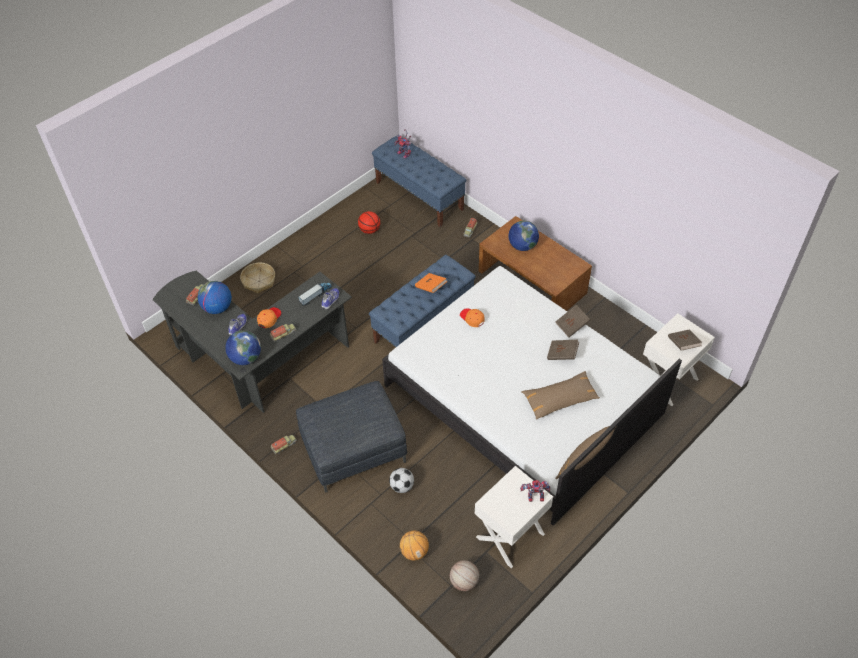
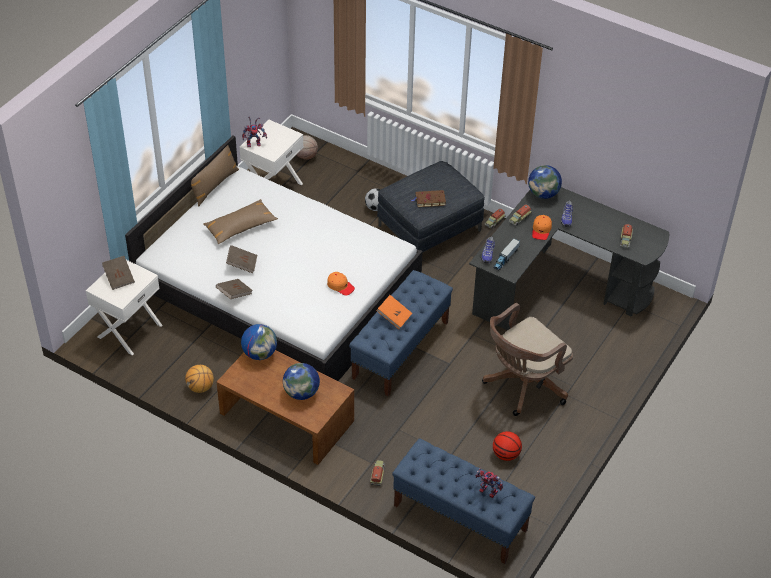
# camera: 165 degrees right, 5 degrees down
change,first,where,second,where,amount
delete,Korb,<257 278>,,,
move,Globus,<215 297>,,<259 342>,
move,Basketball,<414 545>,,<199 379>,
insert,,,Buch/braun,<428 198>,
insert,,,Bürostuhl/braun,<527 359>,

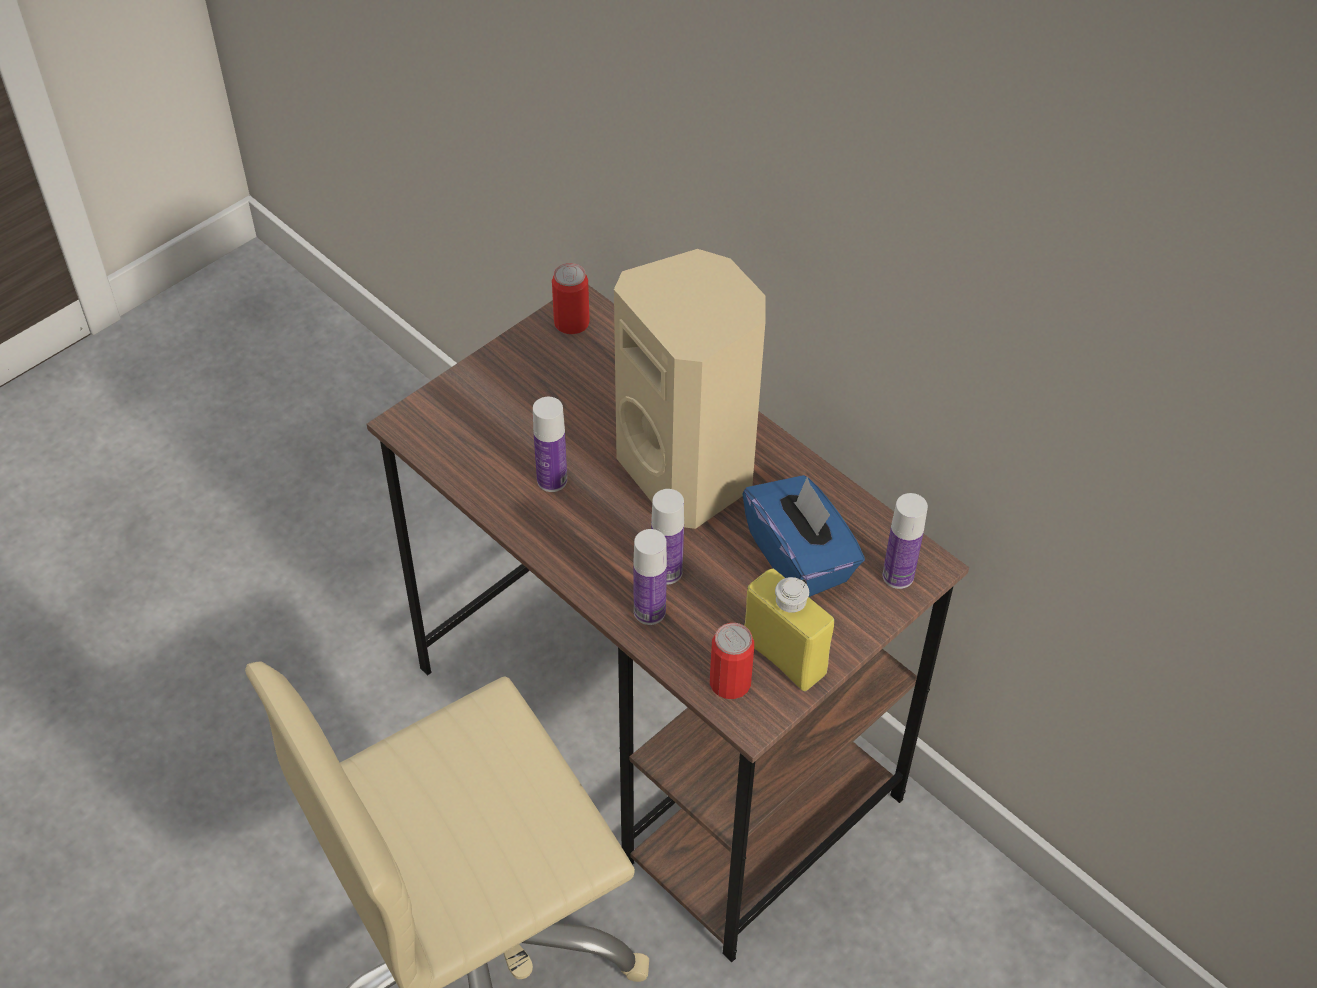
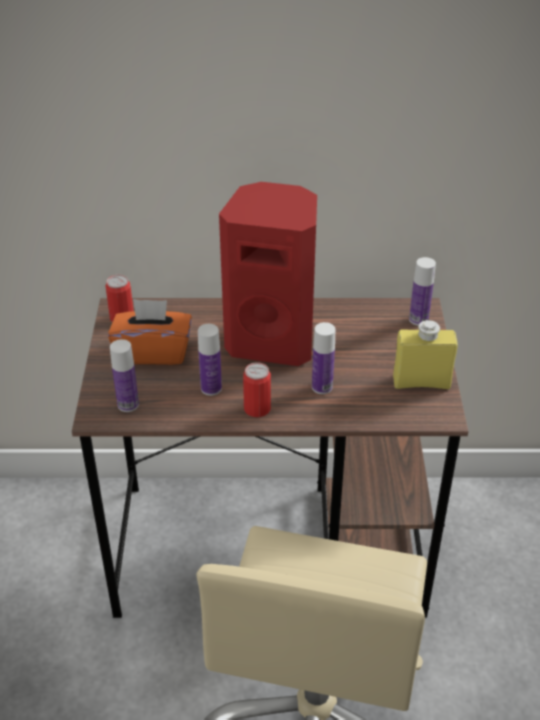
# camera: 45 degrees left, 10 degrees down
change,first,where,second,where,amount
recolor,Lautsprecher/beige,<690 389>,Lautsprecher/rot,<268 274>,
delete,Taschentuchbox/blau,<803 536>,,,
move,Flasche,<650 577>,,<124 375>,
move,Dose,<732 661>,,<257 389>,
insert,,,Taschentuchbox/orange,<150 332>,

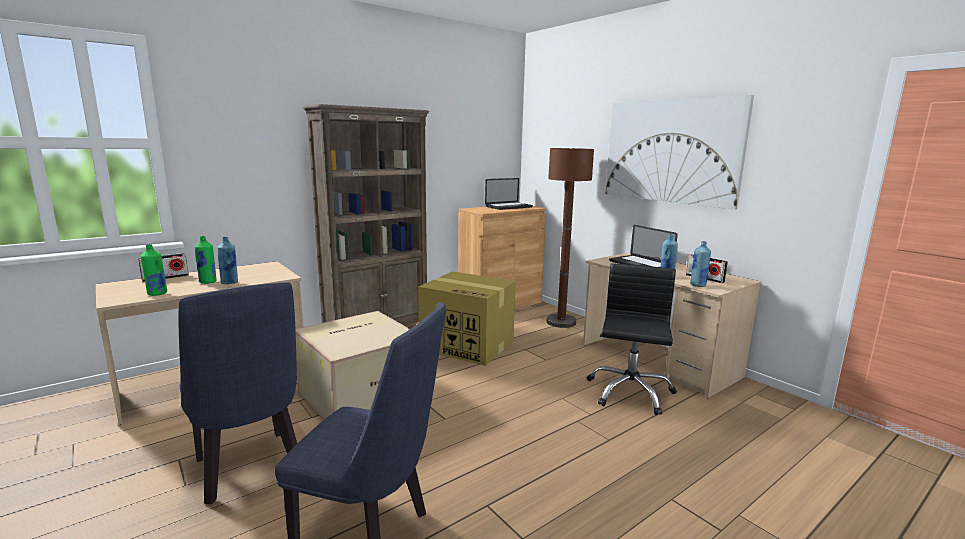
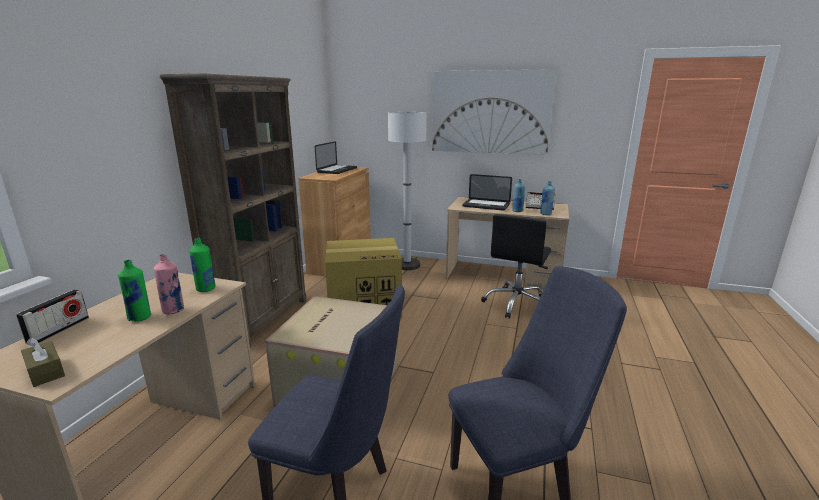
# camera: 35 degrees left, 5 degrees up
change,first,where,second,where,amount
recolor,Stehlampe/braun,<570 238>,Stehlampe/weiß,<407 191>,
recolor,Flasche/blau,<227 260>,Flasche/rosa,<169 284>,
move,Flasche/grün,<154 270>,,<202 265>,
rotate,Bürostuhl/schwarz,<632 339>,,<516 266>,135 degrees counterclockwise
insert,,,Taschentuchbox/braun,<43 362>,

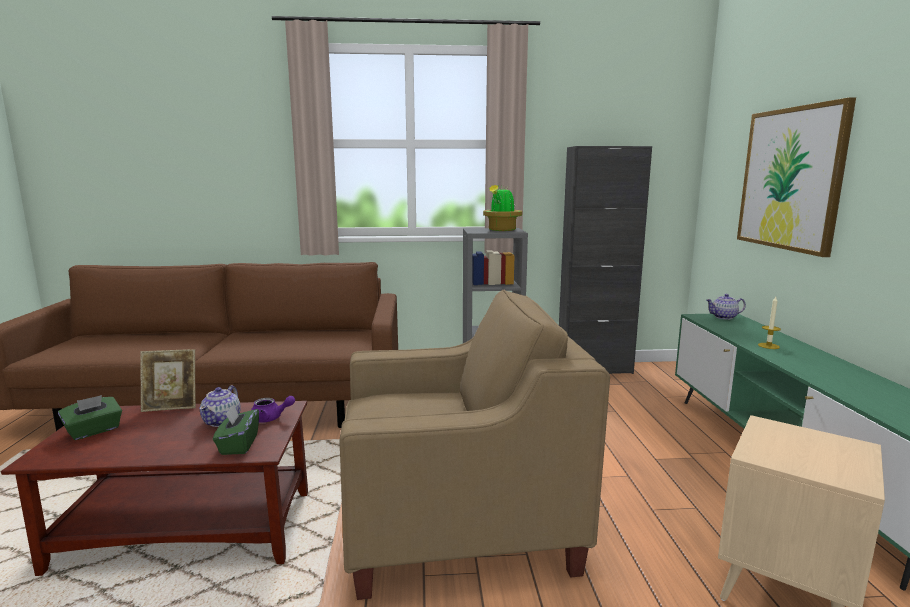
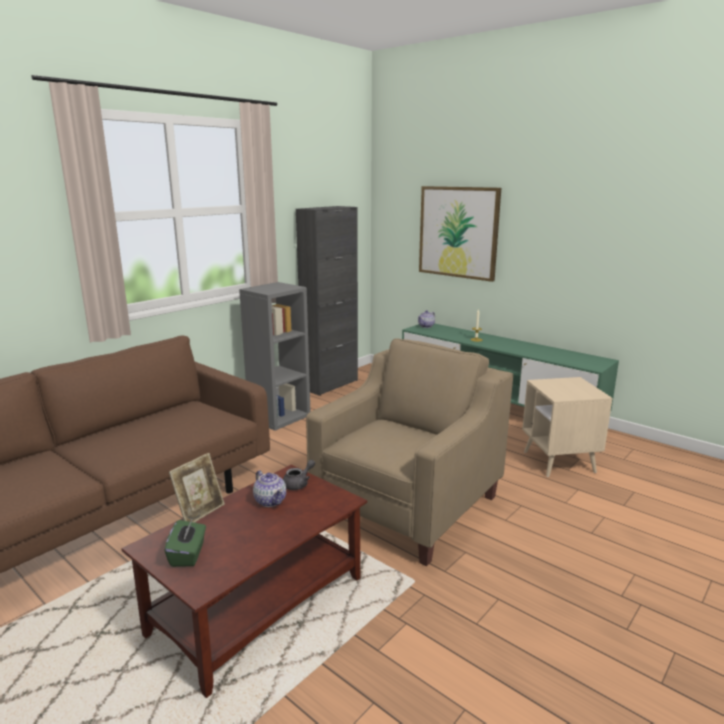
# camera: 45 degrees left, 5 degrees up
change,first,where,second,where,amount
delete,Topfpflanze,<502 208>,,,
recolor,Teekanne/lila,<273 409>,Teekanne/grau,<299 474>,
delete,Taschentuchbox/grün,<236 429>,,,

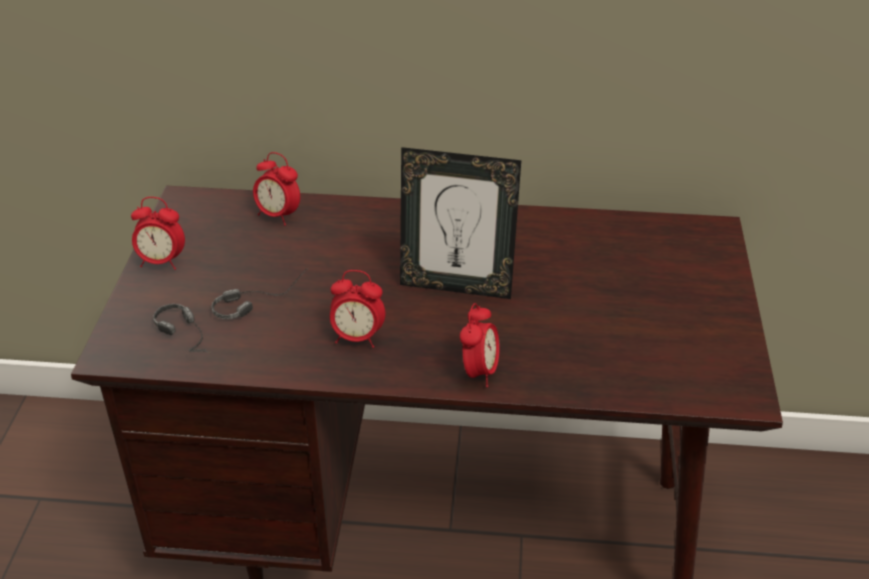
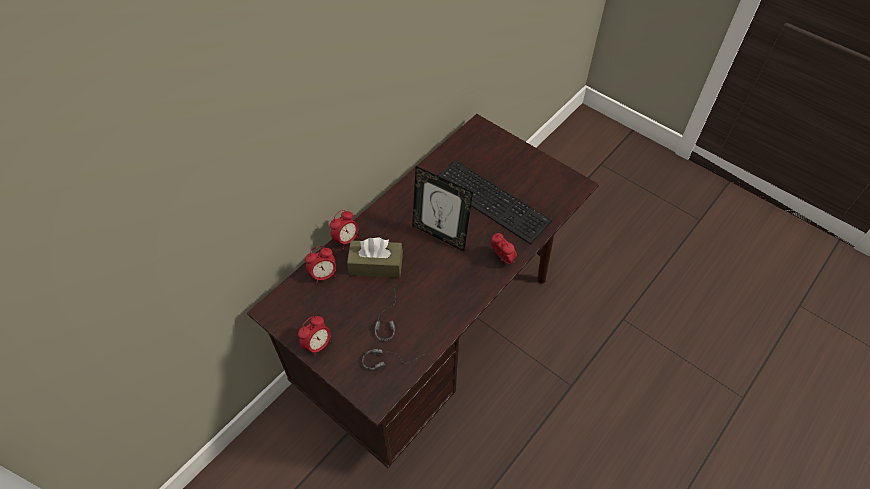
# camera: 55 degrees left, 15 degrees up
change,first,where,second,where,amount
rotate,Bilderrahmen,<460 223>,,<442 208>,75 degrees clockwise
move,Wecker,<357 309>,,<344 229>,
insert,,,Tastatur,<495 202>,
insert,,,Taschentuchbox/braun,<375 258>,

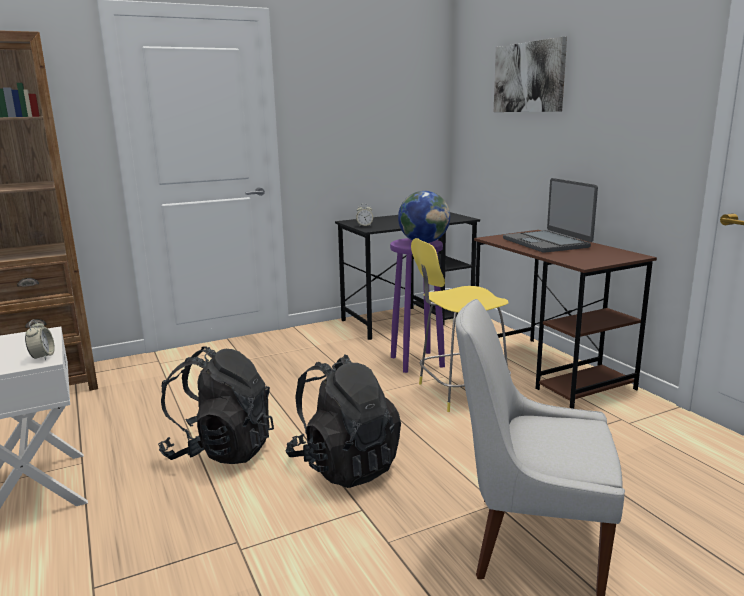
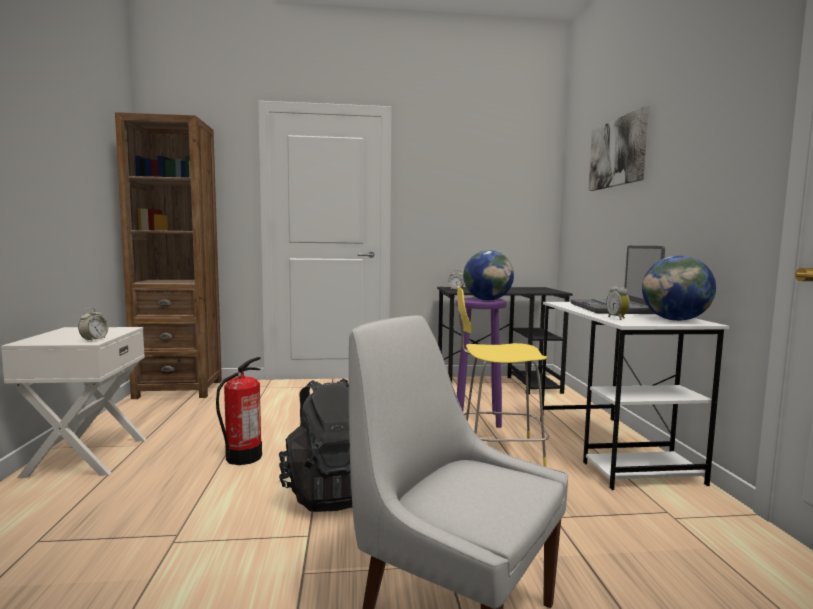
# camera: 20 degrees right, 10 degrees down
change,first,where,second,where,amount
recolor,Schreibtisch/braun,<565 319>,Schreibtisch/weiß,<634 396>,
replace,Rucksack/schwarz,<216 405>,Feuerlöscher,<239 411>,
insert,,,Globus,<679 288>,
insert,,,Wecker,<618 303>,

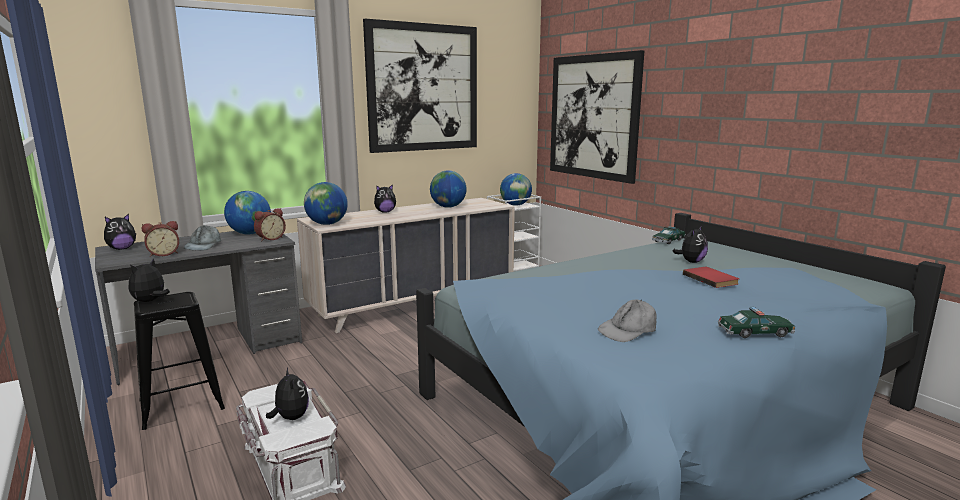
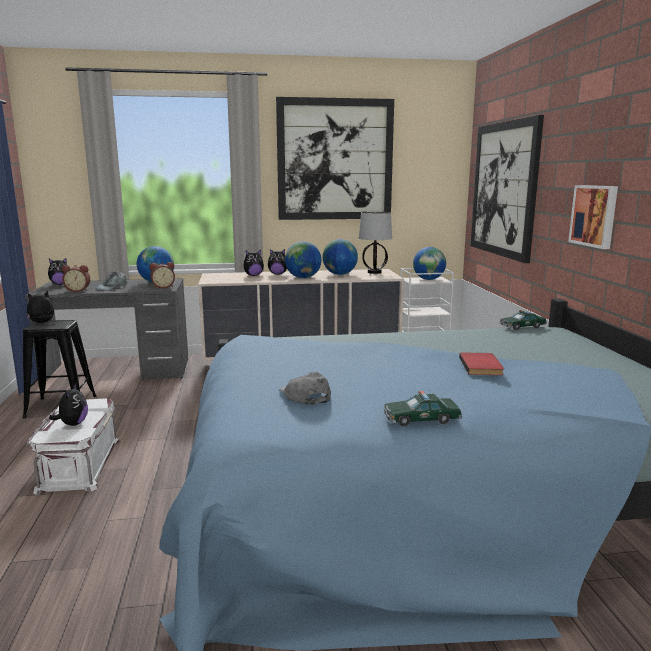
# camera: 25 degrees right, 0 degrees up
change,first,where,second,where,amount
move,Globus,<326 203>,,<303 259>,
move,Plüschtier,<690 244>,,<254 263>,
rotate,Kappe/grau,<627 321>,,<305 388>,75 degrees clockwise
rotate,Spielzeugauto,<756 322>,,<423 409>,150 degrees clockwise
insert,,,Bild,<593 217>,
insert,,,Tischlampe,<375 243>,

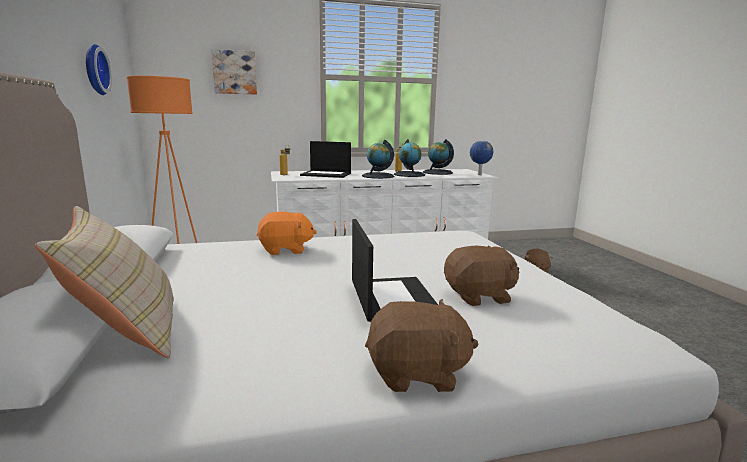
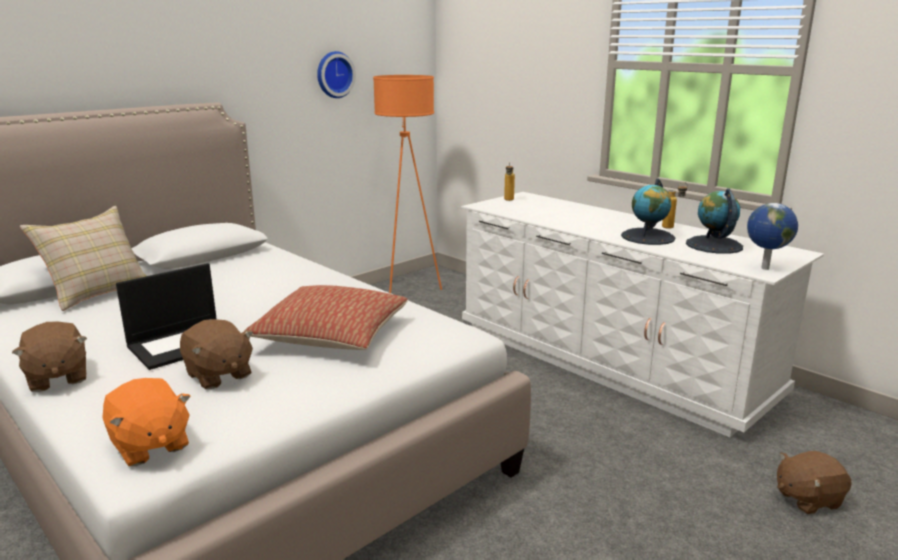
# camera: 60 degrees right, 5 degrees up
change,first,where,second,where,amount
delete,Bild,<234 71>,,,
delete,Globus,<378 159>,,,
delete,Laptop,<325 159>,,,
move,Plüschtier/orange,<287 233>,,<146 422>,
insert,,,Kissen,<326 317>,

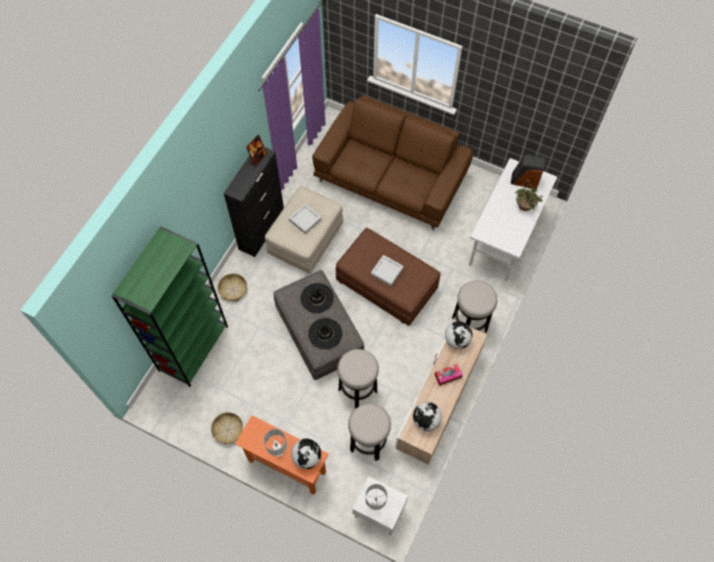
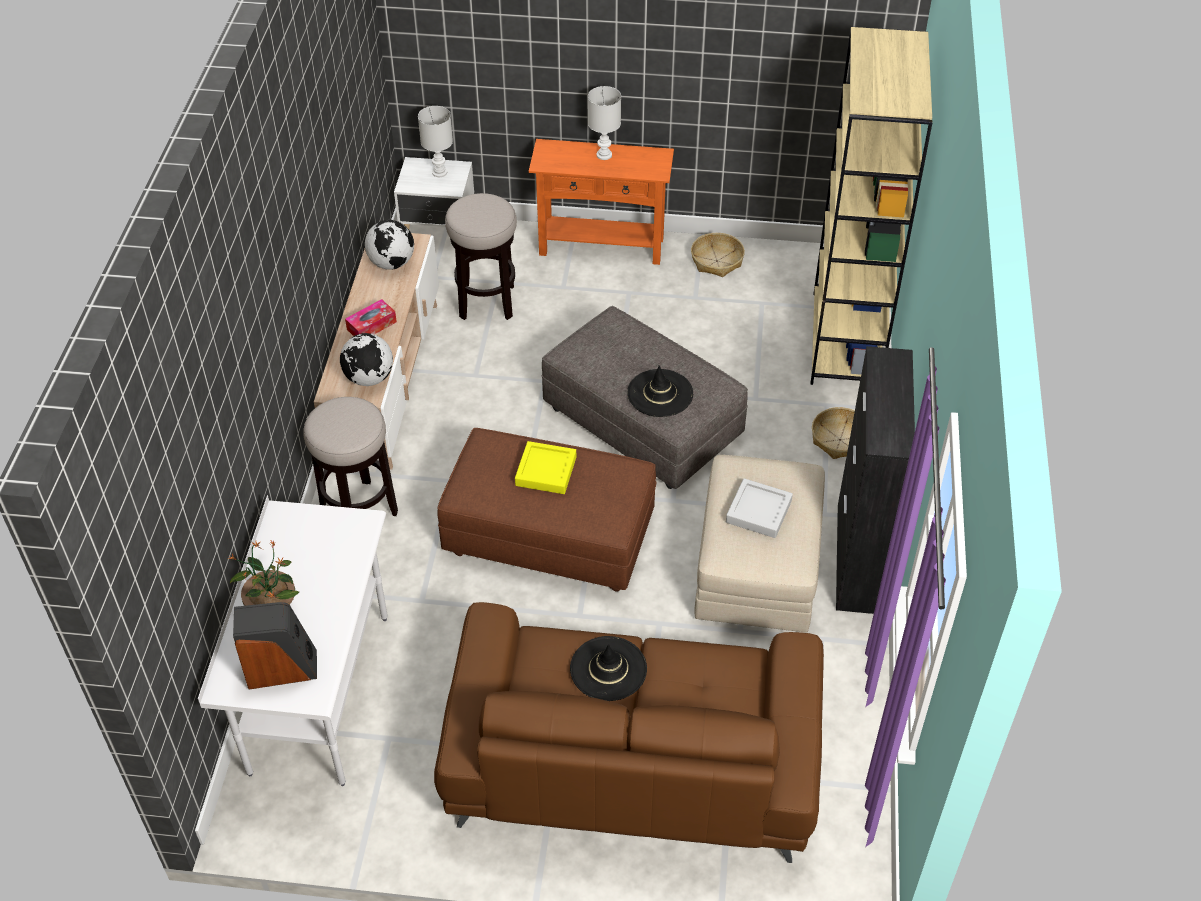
# camera: 160 degrees right, 15 degrees down
change,first,where,second,where,amount
delete,Bilderrahmen,<257 151>,,,
recolor,Bücherregal/grün,<170 307>,Bücherregal/beige,<871 206>,
recolor,Tablett/grau,<387 270>,Tablett/gelb,<545 467>,
move,Hut/schwarz,<325 333>,,<608 668>,
delete,Hocker,<358 379>,,,
delete,Globus,<306 454>,,,

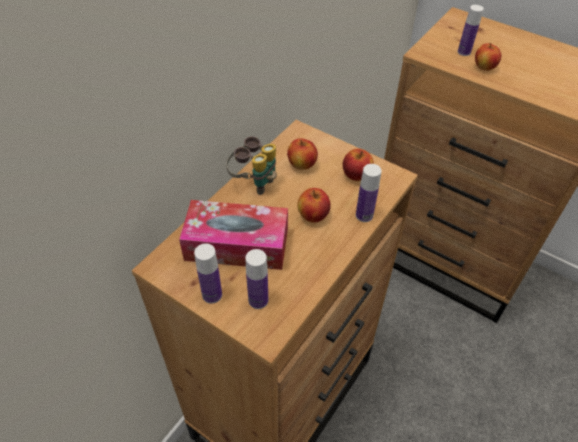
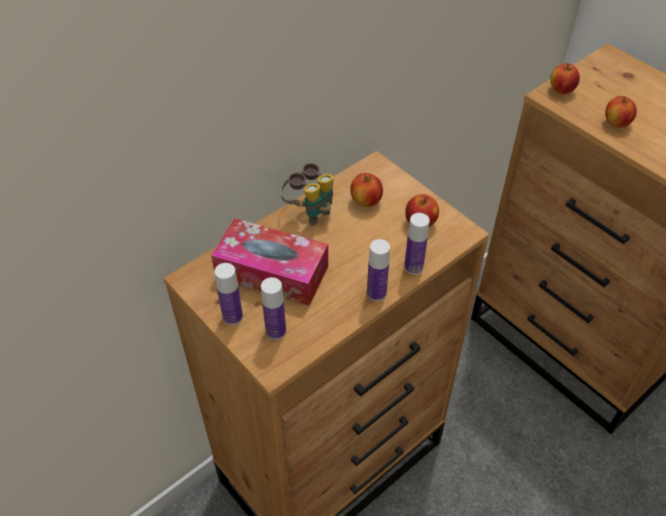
# camera: 15 degrees right, 0 degrees up
change,first,where,second,where,amount
move,Flasche,<471 30>,,<378 270>,
move,Apfel,<314 205>,,<565 78>,

